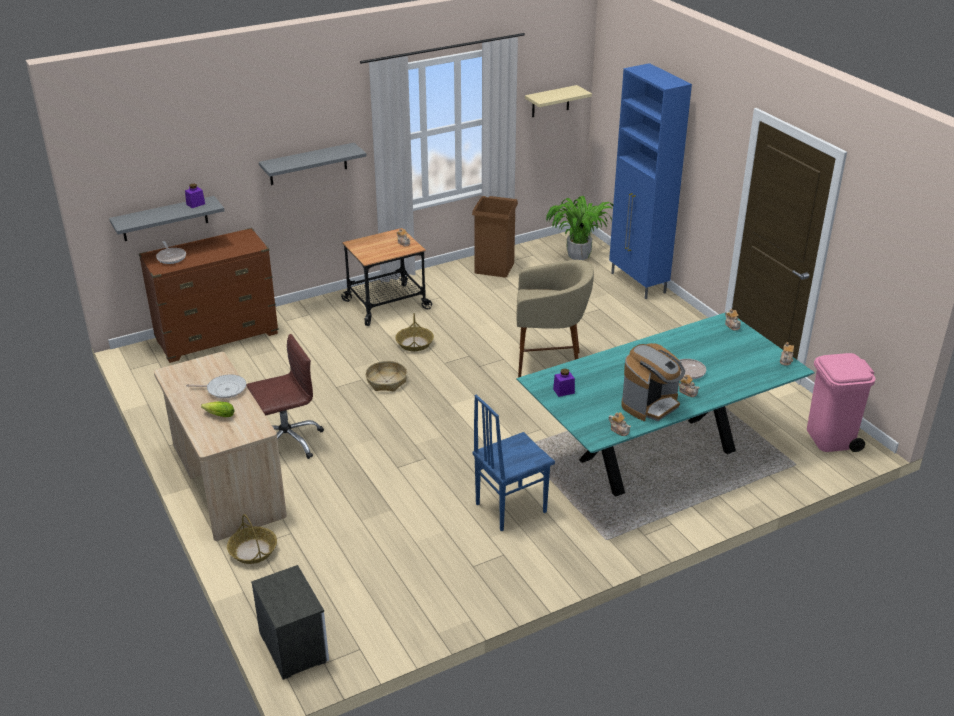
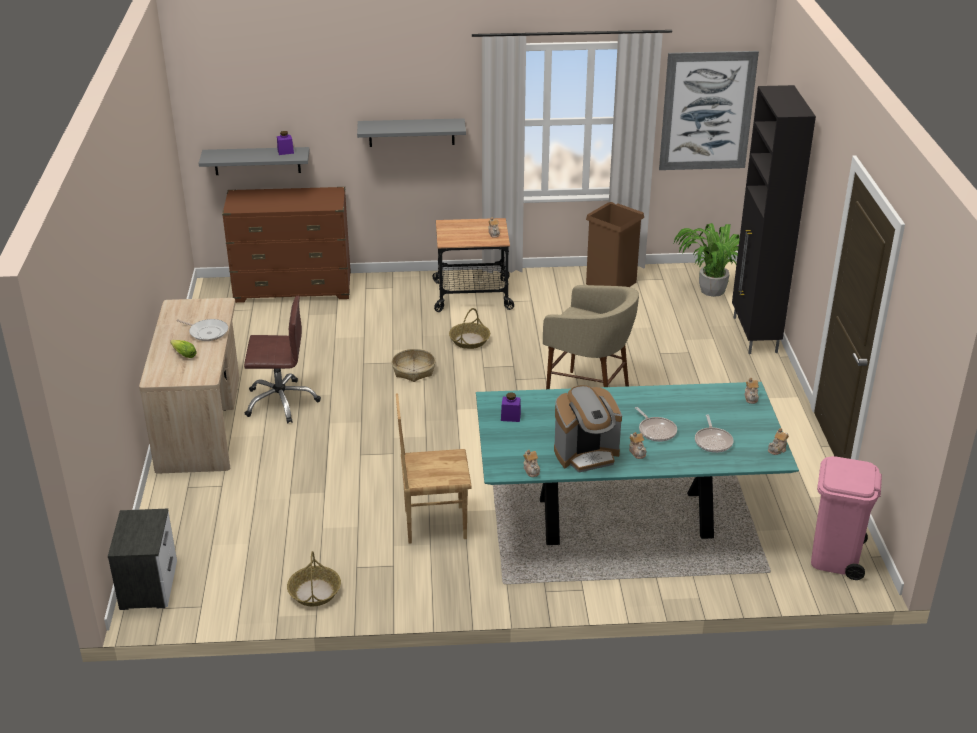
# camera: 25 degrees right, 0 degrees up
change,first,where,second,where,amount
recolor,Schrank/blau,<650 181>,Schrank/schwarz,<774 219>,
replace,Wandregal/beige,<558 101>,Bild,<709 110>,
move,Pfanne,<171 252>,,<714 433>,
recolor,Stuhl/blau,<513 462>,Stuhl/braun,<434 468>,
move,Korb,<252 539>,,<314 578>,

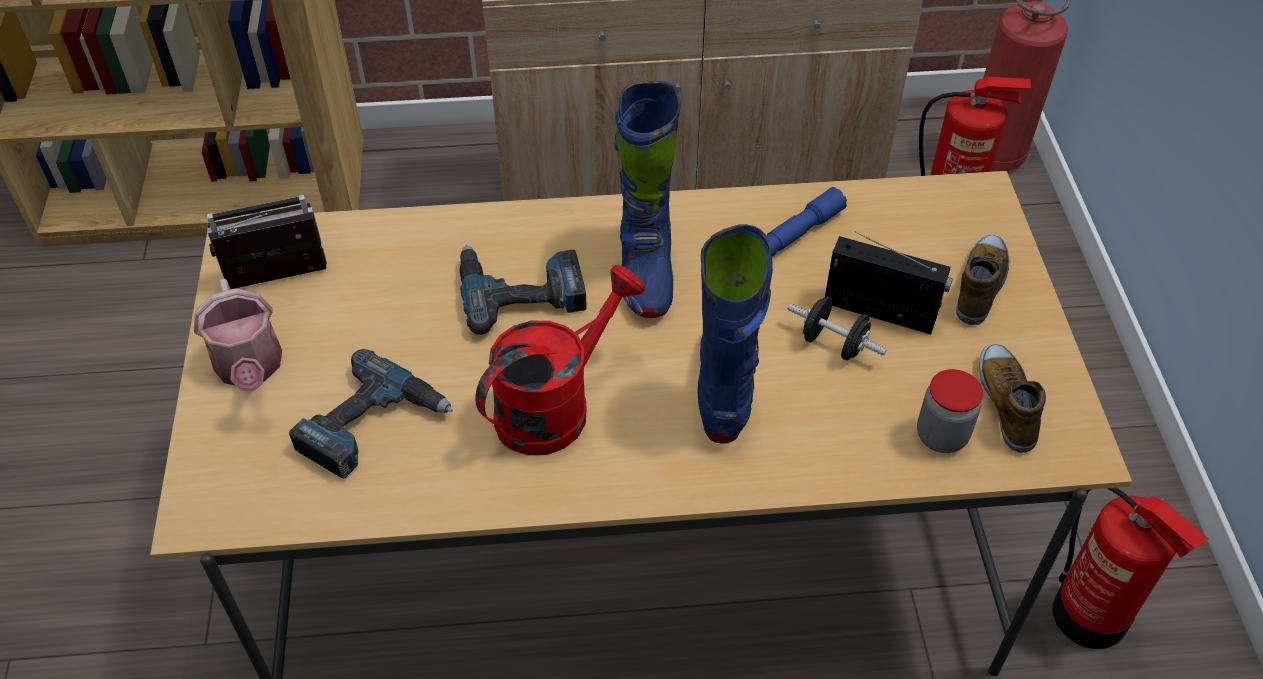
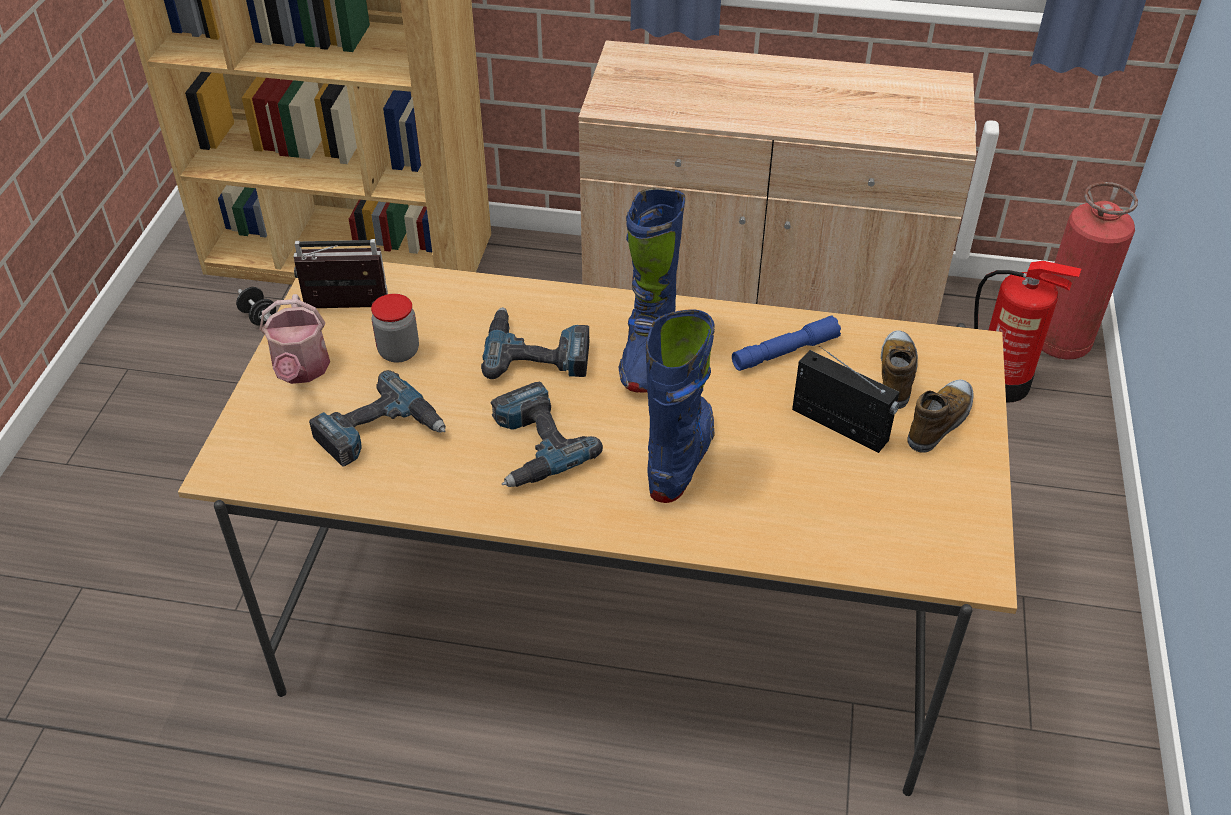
# camera: 15 degrees right, 5 degrees down
change,first,where,second,where,amount
replace,Gießkanne/rot,<560 360>,Bohrmaschine,<547 434>,
move,Hantel/schwarz,<837 328>,,<256 306>,
move,Schuh,<1012 398>,,<899 369>,
move,Vorratsglas,<950 411>,,<395 328>,
delete,Feuerlöscher,<1131 568>,,,

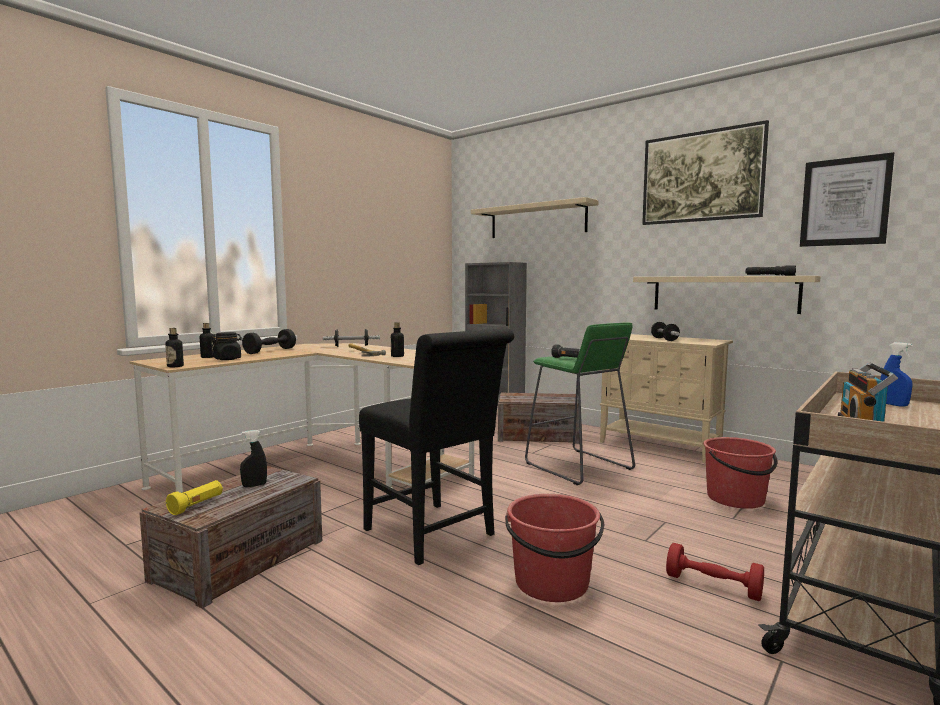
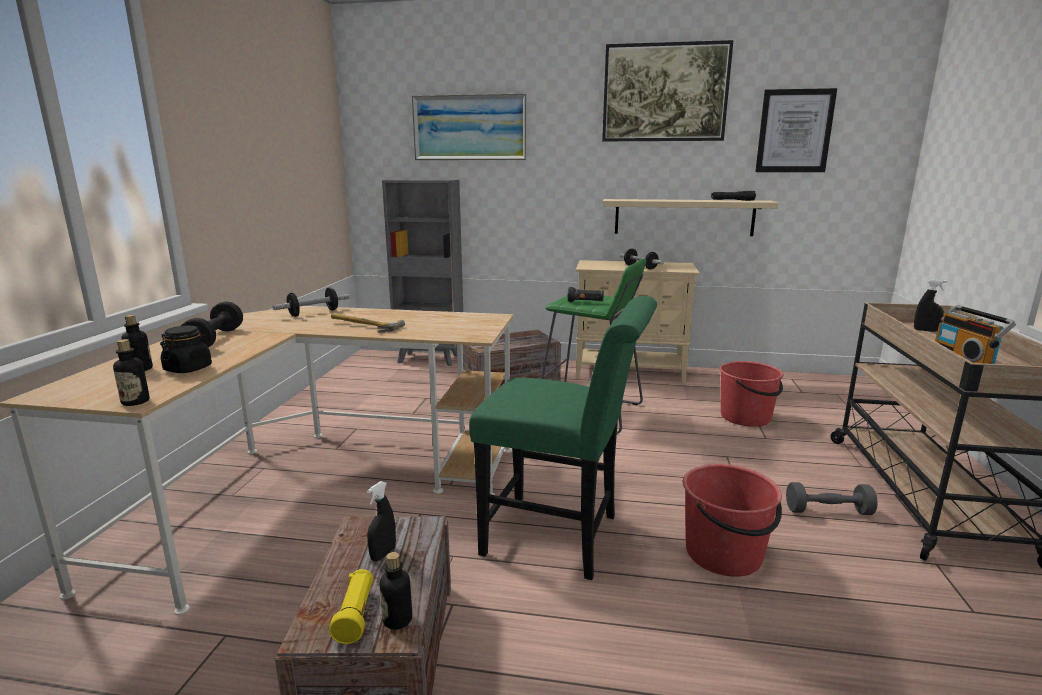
# camera: 30 degrees left, 10 degrees up
change,first,where,second,where,amount
replace,Wandregal/beige,<534 217>,Bild,<469 127>,
move,Flasche,<397 339>,,<395 591>,
recolor,Stuhl/schwarz,<436 446>,Stuhl/grün,<563 438>,
recolor,Sprühflasche/blau,<896 374>,Sprühflasche/schwarz,<930 305>,
recolor,Hantel/rot,<715 572>,Hantel/grau,<832 498>,

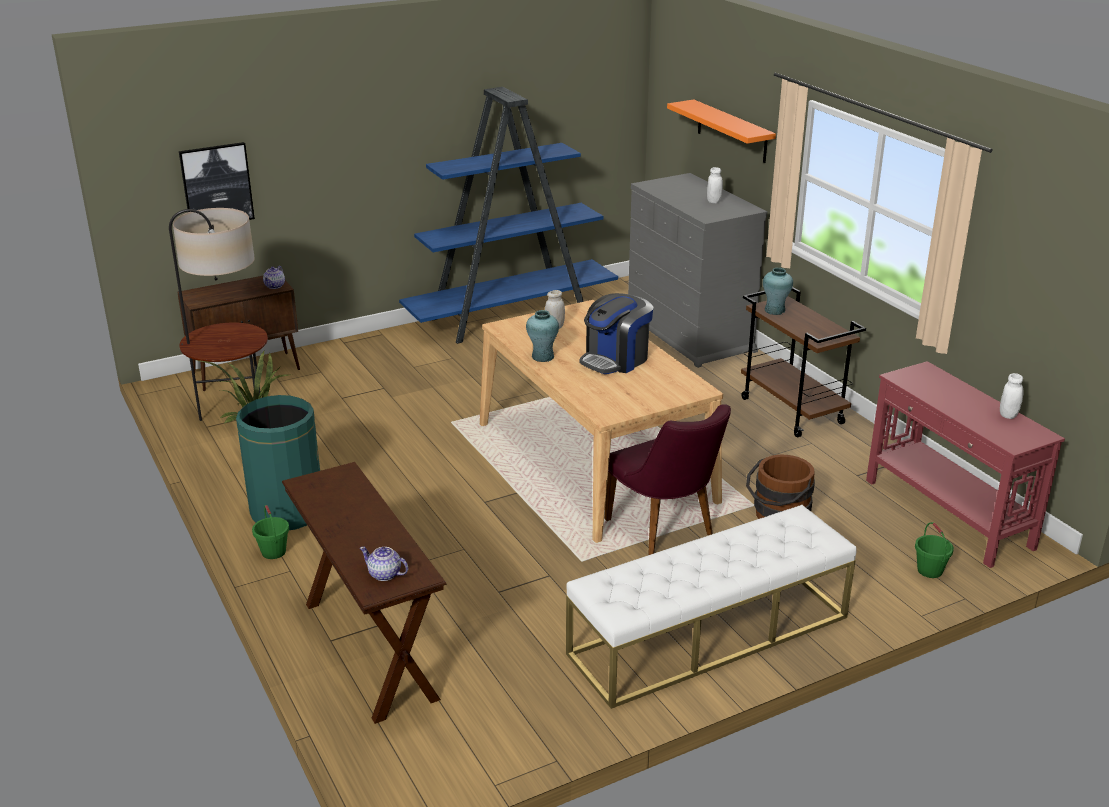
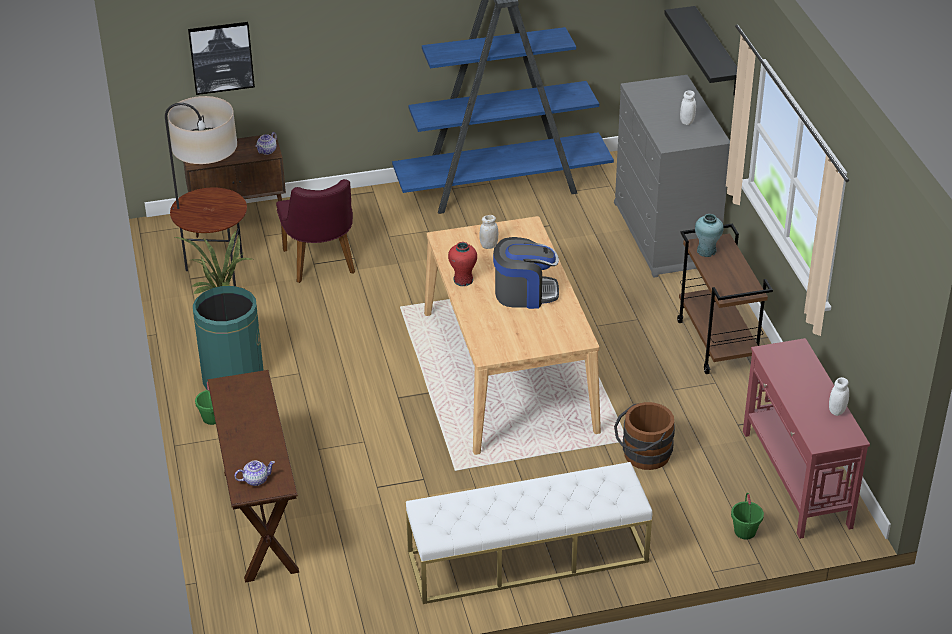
# camera: 15 degrees right, 10 degrees up
change,first,where,second,where,amount
recolor,Wandregal/orange,<721 131>,Wandregal/schwarz,<700 51>,
rotate,Kaffeemaschine,<616 333>,,<526 273>,150 degrees counterclockwise
recolor,Vase/türkis,<542 336>,Vase/rot,<462 264>,
move,Stuhl/lila,<668 479>,,<315 231>,
rotate,Teekanne,<384 564>,,<255 473>,120 degrees clockwise

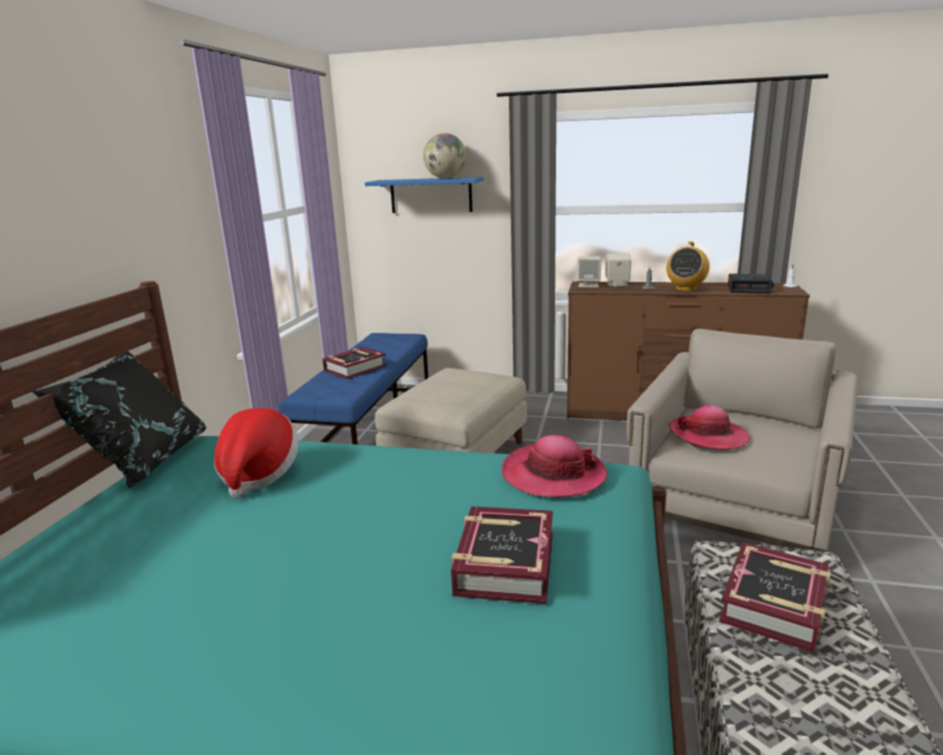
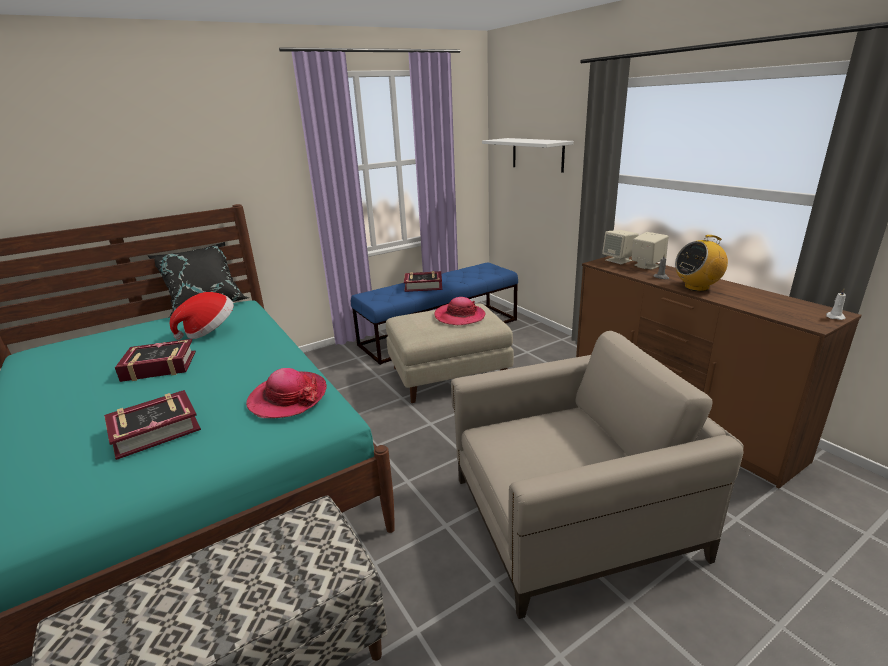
# camera: 45 degrees right, 5 degrees up
change,first,where,second,where,amount
delete,Globus,<445 156>,,,
recolor,Wandregal/blau,<424 195>,Wandregal/weiß,<528 155>,
delete,Wecker,<751 284>,,,
move,Hut,<709 427>,,<459 311>,
move,Buch,<775 597>,,<155 360>,

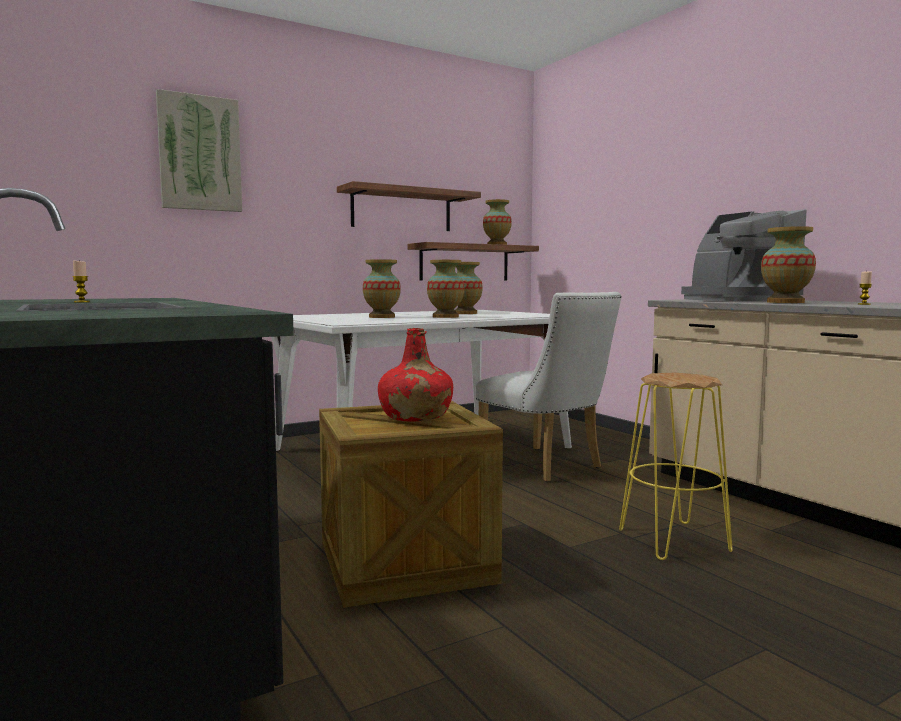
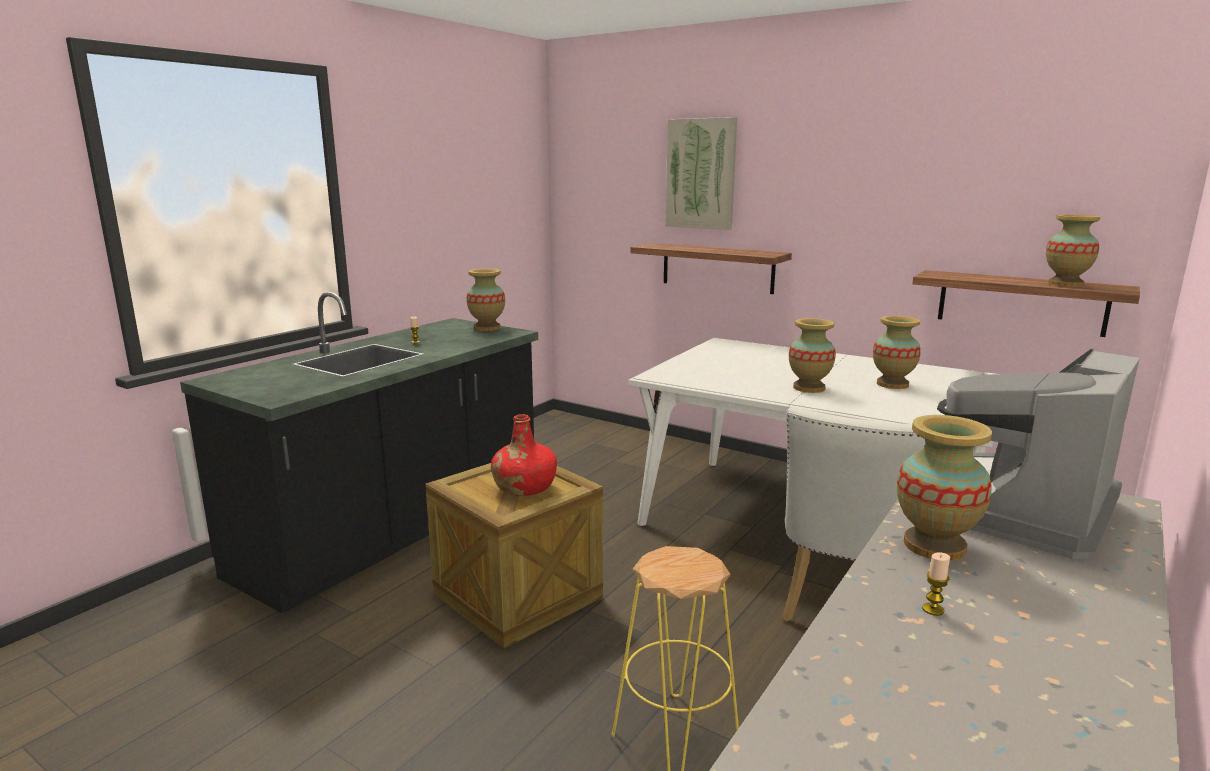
# camera: 65 degrees right, 10 degrees up
change,first,where,second,where,amount
move,Wandregal,<409 206>,,<711 268>,
move,Vase,<382 288>,,<486 300>,

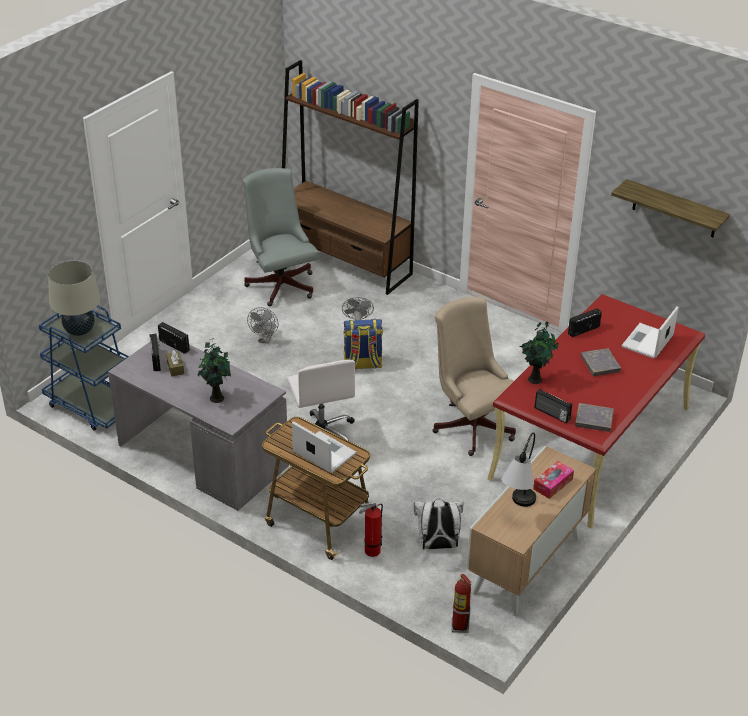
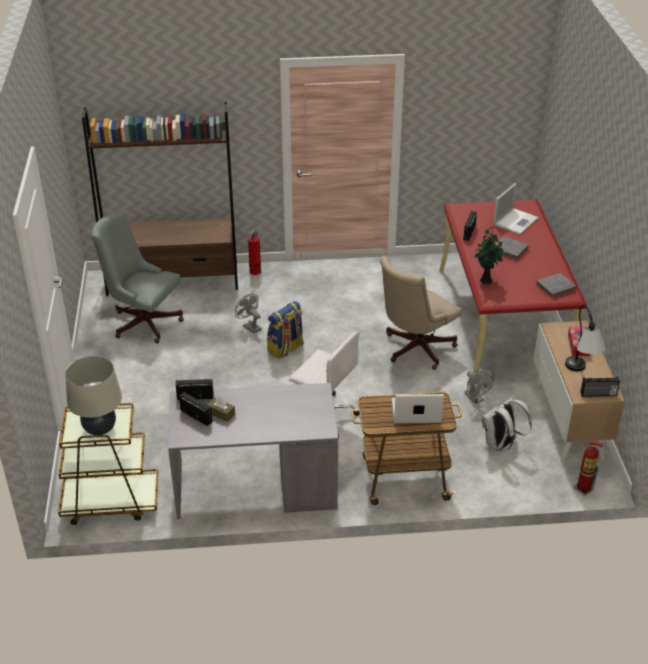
# camera: 40 degrees left, 0 degrees up
change,first,where,second,where,amount
delete,Wandregal,<670 208>,,,
rotate,Bürostuhl/beige,<474 376>,,<421 313>,60 degrees counterclockwise
recolor,Rollwagen/blau,<84 368>,Rollwagen/braun,<108 464>,
rotate,Laptop,<650 332>,,<516 209>,135 degrees counterclockwise
move,Ventilator/grau,<262 325>,,<479 385>,
delete,Topfpflanze,<214 370>,,,
move,Radio,<553 406>,,<600 387>,
move,Feuerlöscher,<371 529>,,<254 252>,

